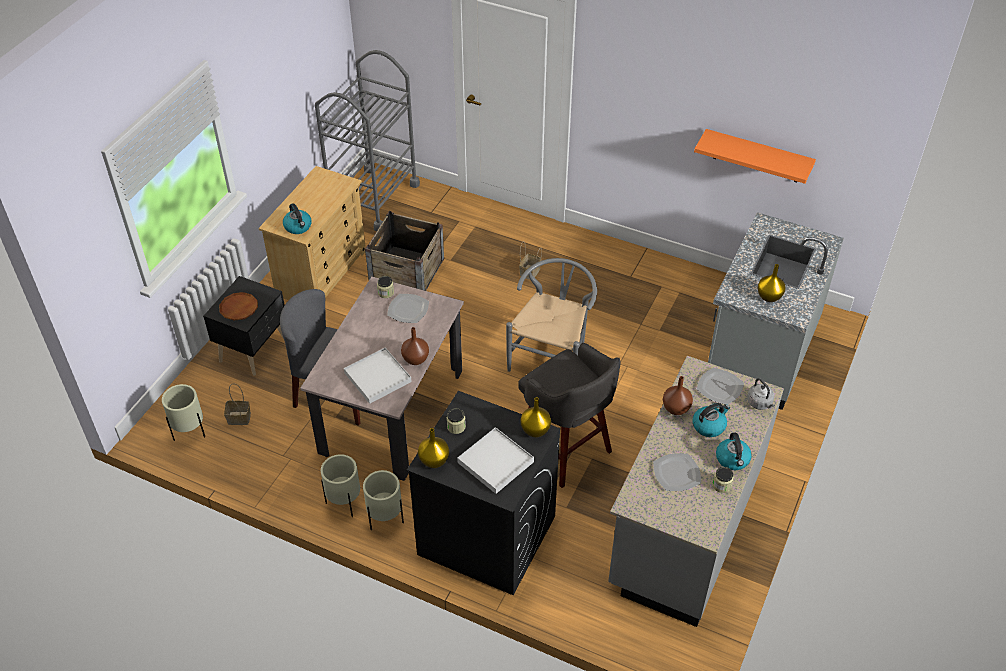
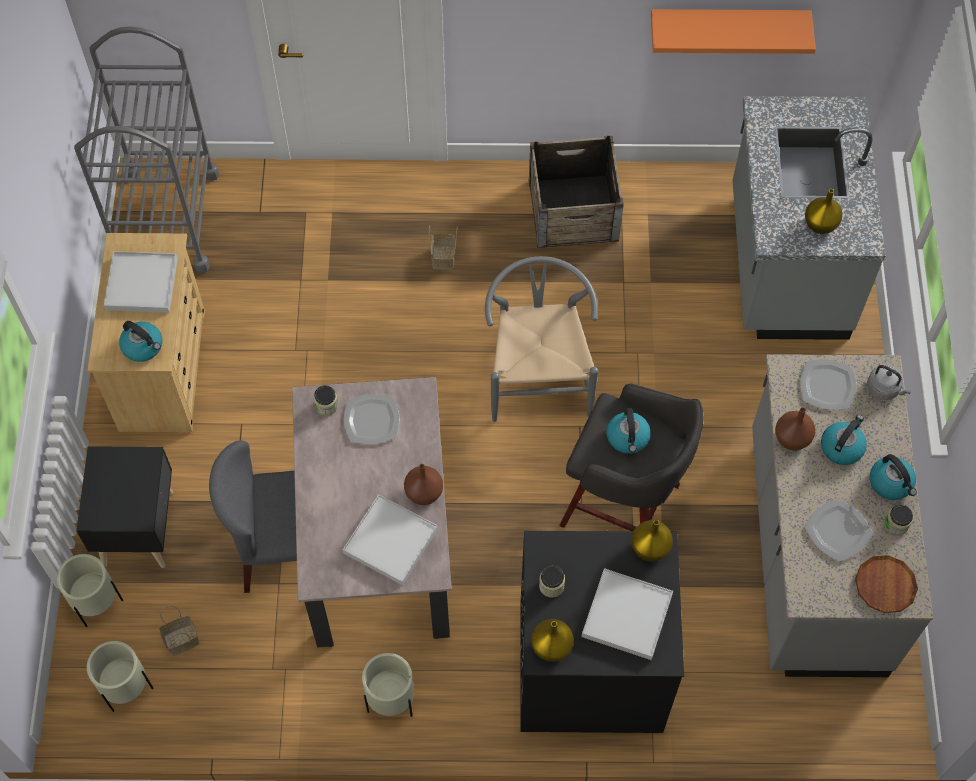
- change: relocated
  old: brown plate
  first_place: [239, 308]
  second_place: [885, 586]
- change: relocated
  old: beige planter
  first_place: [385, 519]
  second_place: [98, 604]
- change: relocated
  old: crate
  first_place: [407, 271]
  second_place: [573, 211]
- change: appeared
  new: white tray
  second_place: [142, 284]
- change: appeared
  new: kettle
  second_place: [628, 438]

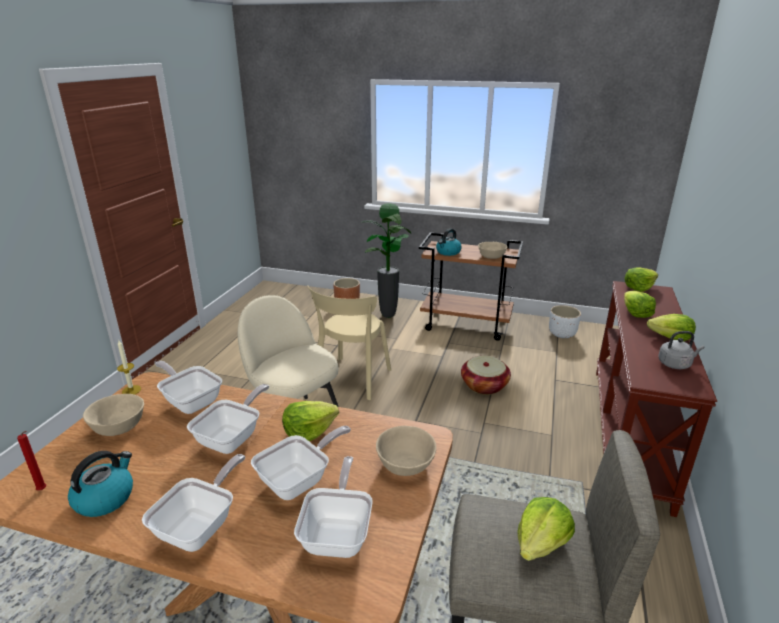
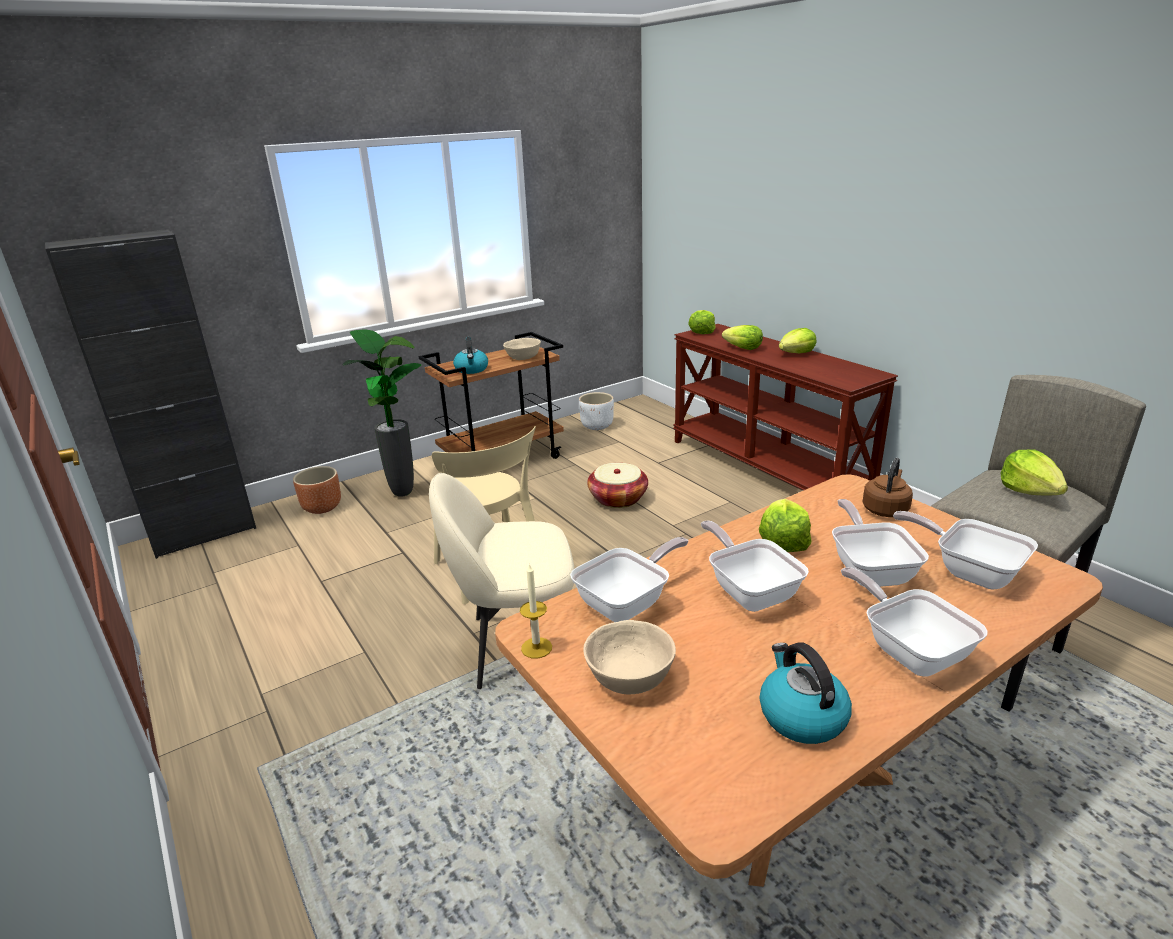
- change: missing
  old: red candle
  first_place: [43, 490]
- change: spun
  old: frying pan
  first_place: [190, 401]
  second_place: [628, 603]
  degrees: 150
- change: exchanged
  old: beige bowl
  new: brown kettle
  first_place: [406, 464]
  second_place: [885, 509]
- change: missing
  old: grey kettle
  first_place: [675, 364]
- change: appeared
  new: black cabinet
  second_place: [204, 534]

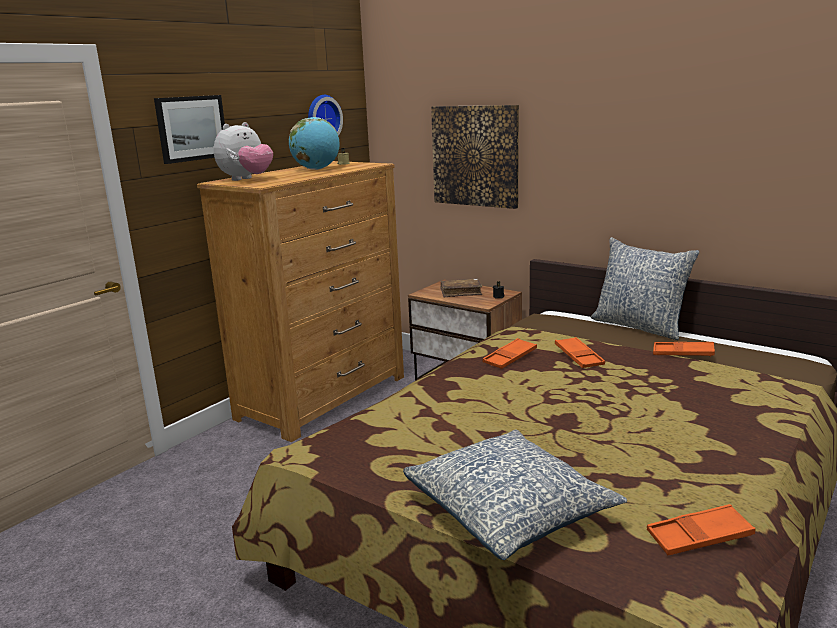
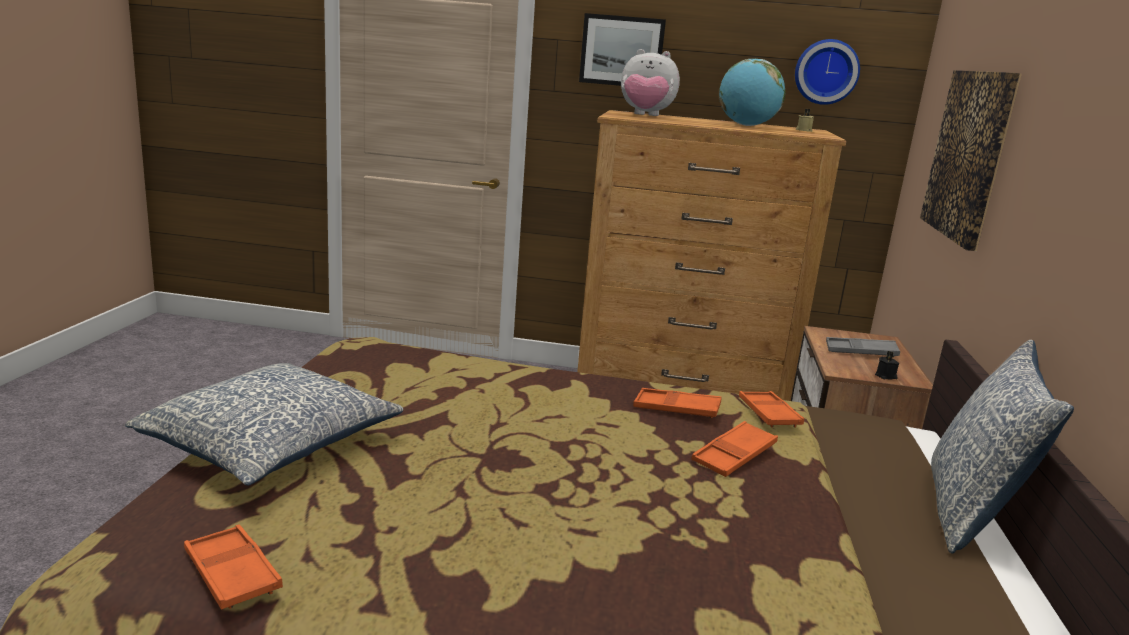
- change: exchanged
  old: brown book
  new: grey tray
  first_place: [461, 293]
  second_place: [861, 352]
- change: relocated
  old: orange tray
  first_place: [683, 353]
  second_place: [768, 414]

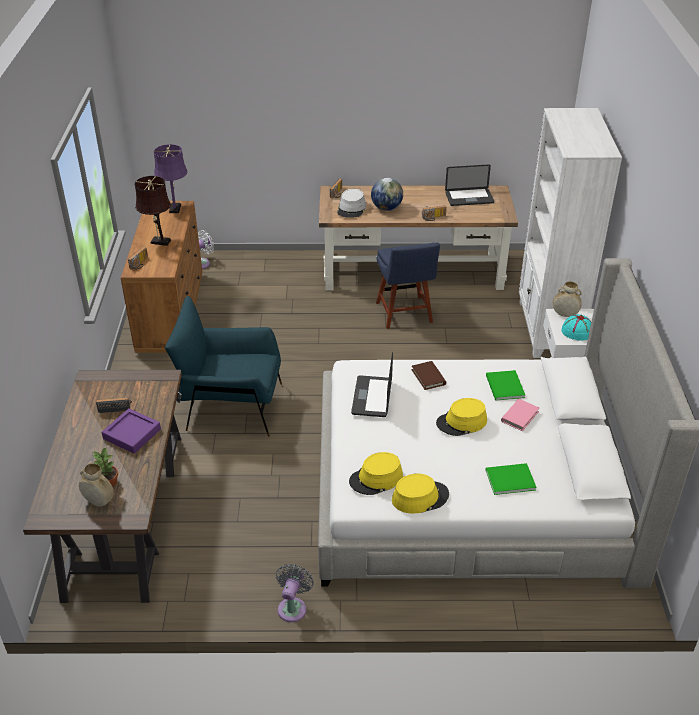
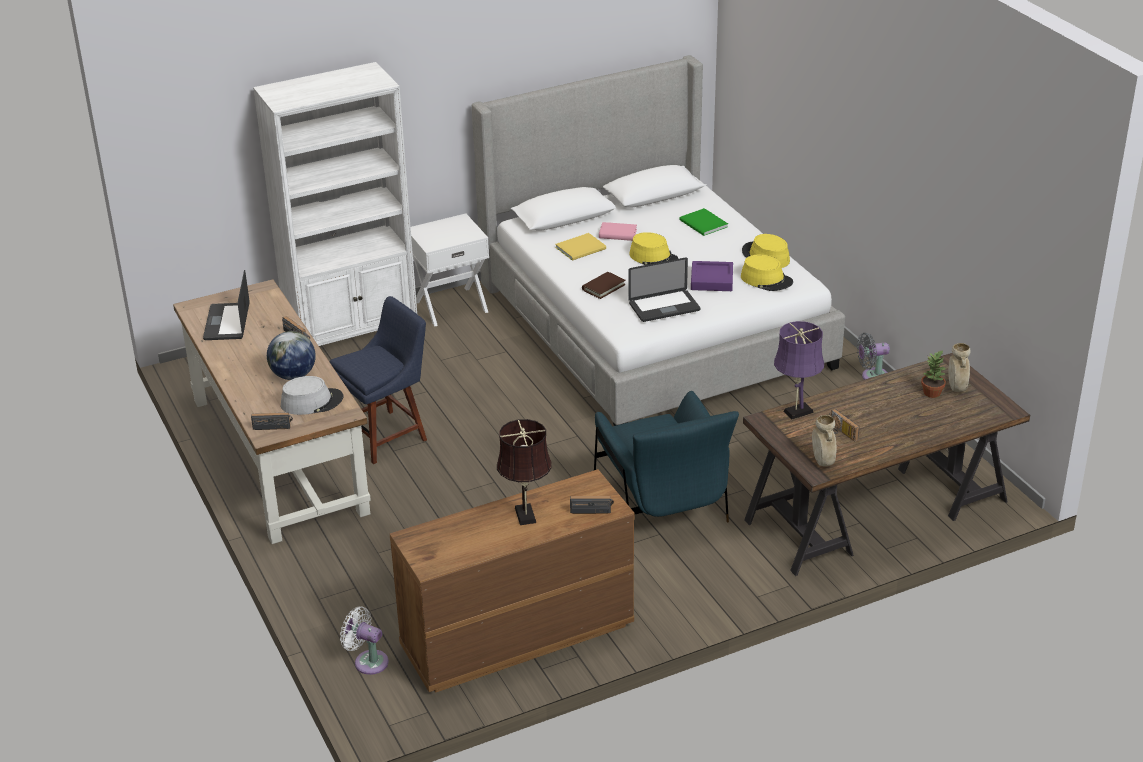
- change: relocated
  old: purple tray
  first_place: [132, 434]
  second_place: [711, 280]
- change: relocated
  old: purple table lamp
  first_place: [175, 207]
  second_place: [795, 413]
- change: spun
  old: laptop
  first_place: [469, 198]
  second_place: [227, 323]
  degrees: -150
- change: colour
  old: green book
  new: yellow book
  first_place: [504, 387]
  second_place: [582, 248]
- change: relocated
  old: beige vase
  first_place: [565, 314]
  second_place: [823, 462]
- change: missing
  old: turquoise hat
  first_place: [576, 331]

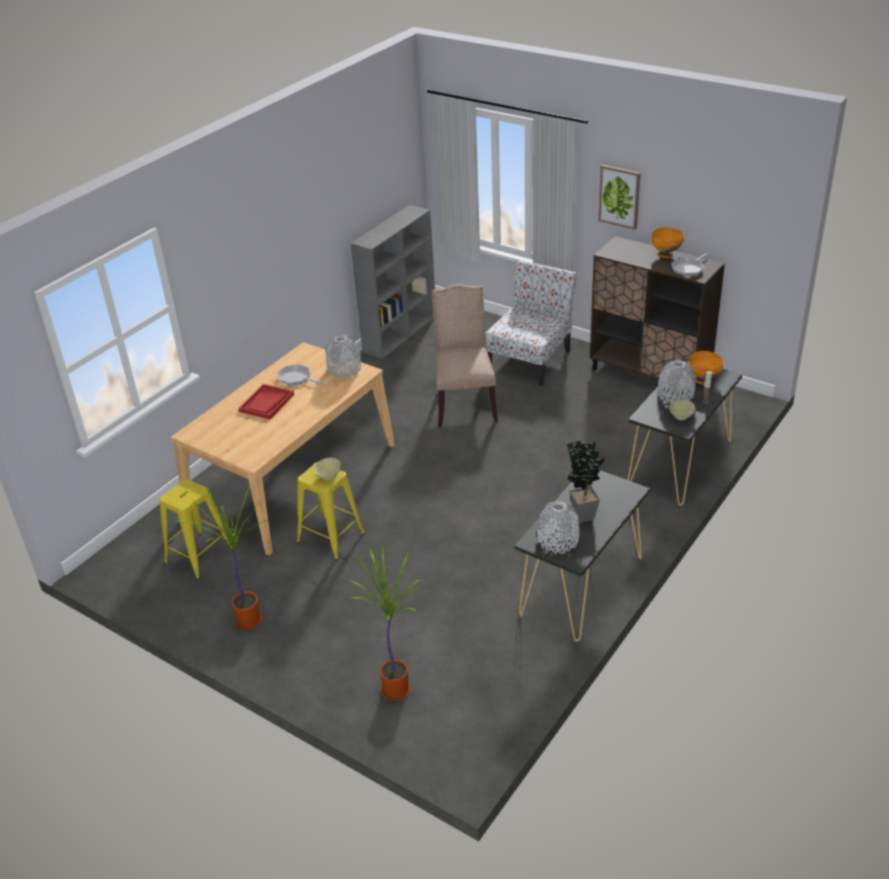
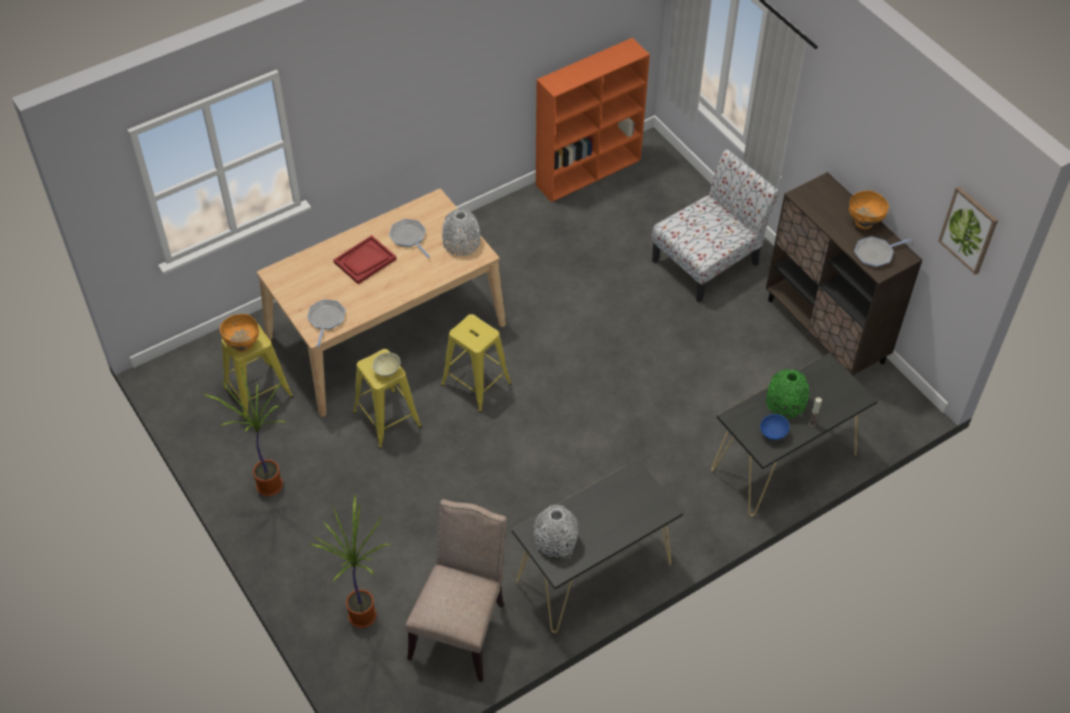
- change: colour
  old: grey bookcase
  new: orange bookcase
  first_place: [400, 333]
  second_place: [589, 171]
- change: relocated
  old: beige chair
  first_place: [464, 403]
  second_place: [461, 628]
- change: missing
  old: potted plant
  first_place: [584, 513]
- change: relocated
  old: picture
  first_place: [619, 196]
  second_place: [969, 230]
- change: colour
  old: grey vase
  new: green vase
  first_place: [675, 396]
  second_place: [785, 403]
- change: colour
  old: beige bowl
  new: blue bowl
  first_place: [680, 417]
  second_place: [772, 434]
- change: relocated
  old: orange bowl
  first_place: [703, 380]
  second_place: [243, 345]
- change: appeared
  new: frying pan
  second_place: [326, 320]
- change: appeared
  new: yellow stool
  second_place: [476, 384]

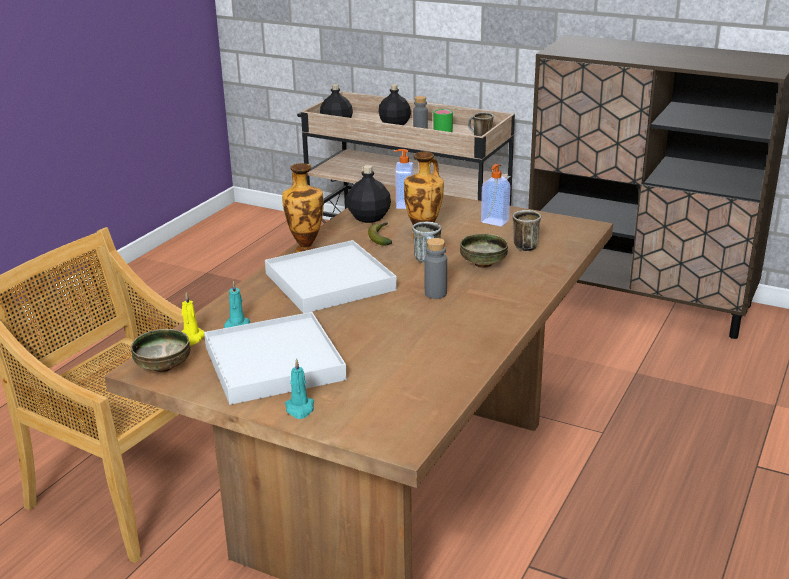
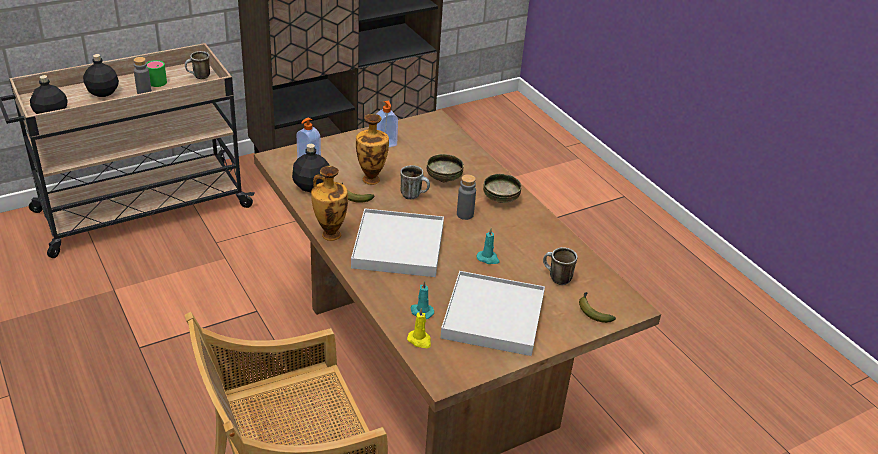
- change: relocated
  old: bowl
  first_place: [164, 367]
  second_place: [501, 199]
- change: relocated
  old: turquoise candle
  first_place: [300, 409]
  second_place: [488, 258]
- change: relocated
  old: mug
  first_place: [523, 245]
  second_place: [556, 278]
- change: appeared
  new: banana
  second_place: [592, 311]

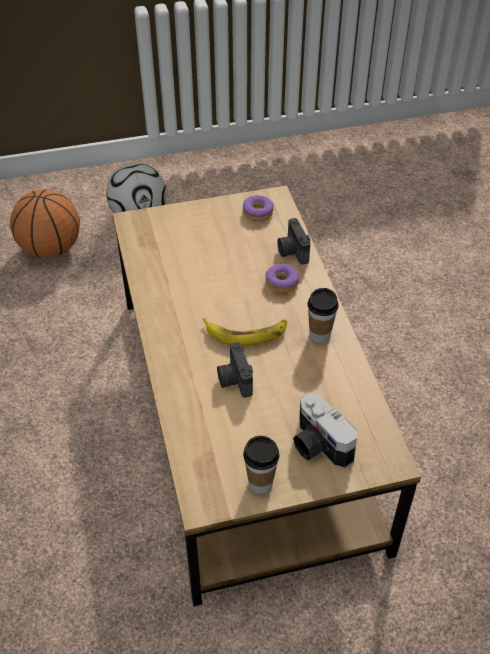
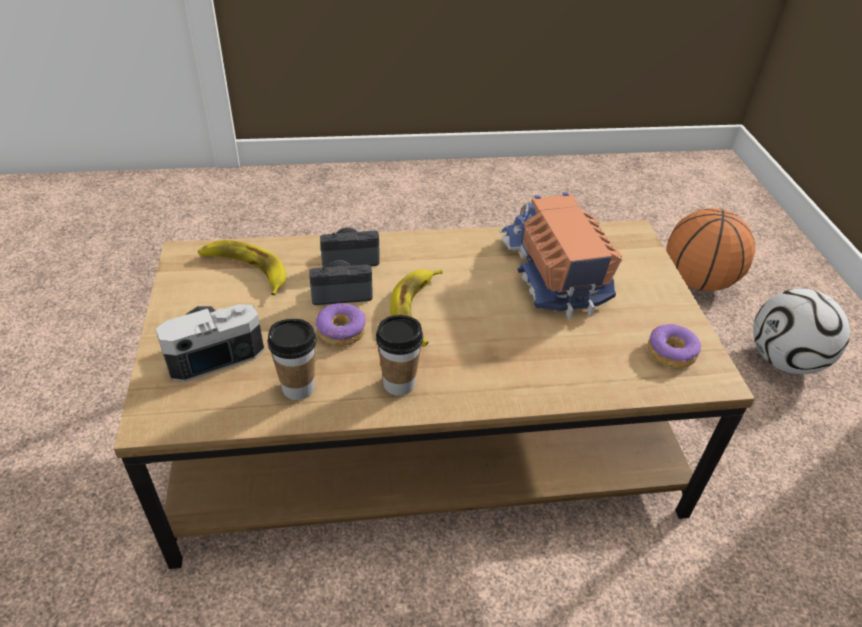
- change: relocated
  old: cup
  first_place: [260, 483]
  second_place: [298, 388]
- change: relocated
  old: donut
  first_place: [281, 282]
  second_place: [342, 331]
- change: relocated
  old: photo camera
  first_place: [292, 252]
  second_place: [350, 258]
- change: appeared
  new: banana
  second_place: [245, 270]
- change: appeared
  new: toy truck
  second_place: [551, 273]

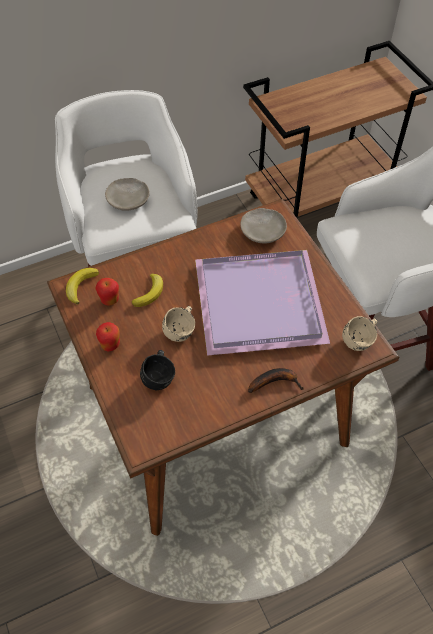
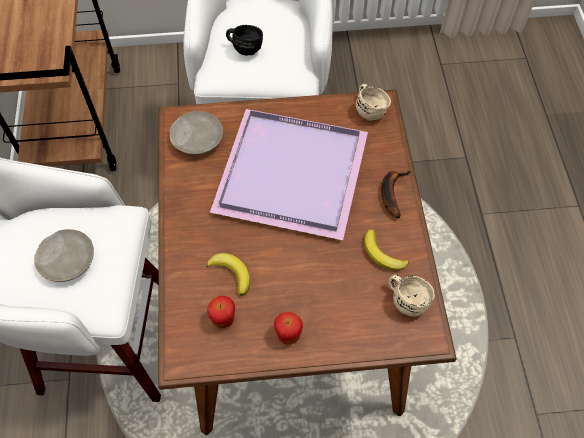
- change: relocated
  old: banana
  first_place: [80, 286]
  second_place: [382, 254]
- change: relocated
  old: black mug
  first_place: [160, 377]
  second_place: [245, 47]
- change: relocated
  old: beige mug
  first_place: [182, 331]
  second_place: [407, 299]

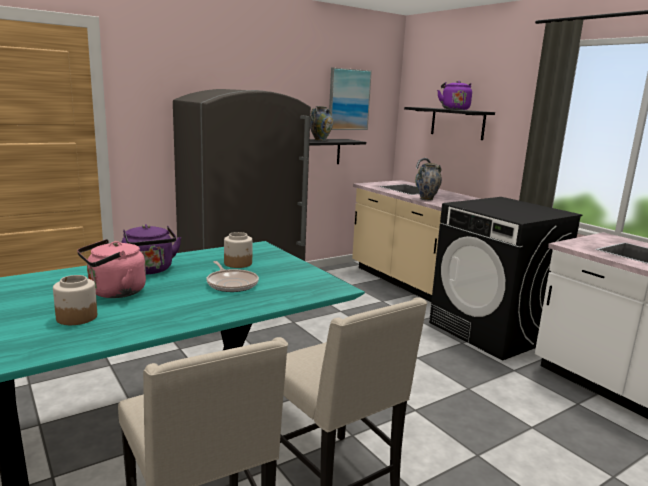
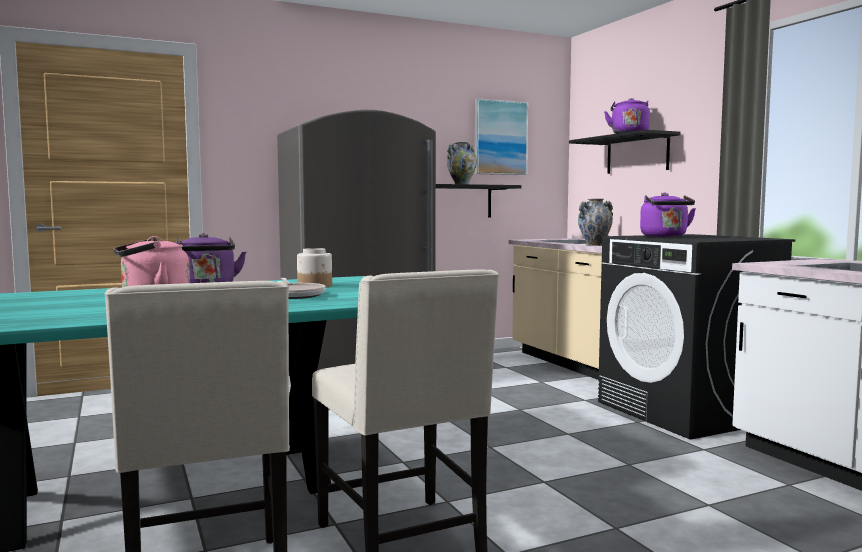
- change: missing
  old: jar
  first_place: [76, 317]
- change: appeared
  new: purple kettle
  second_place: [665, 236]

